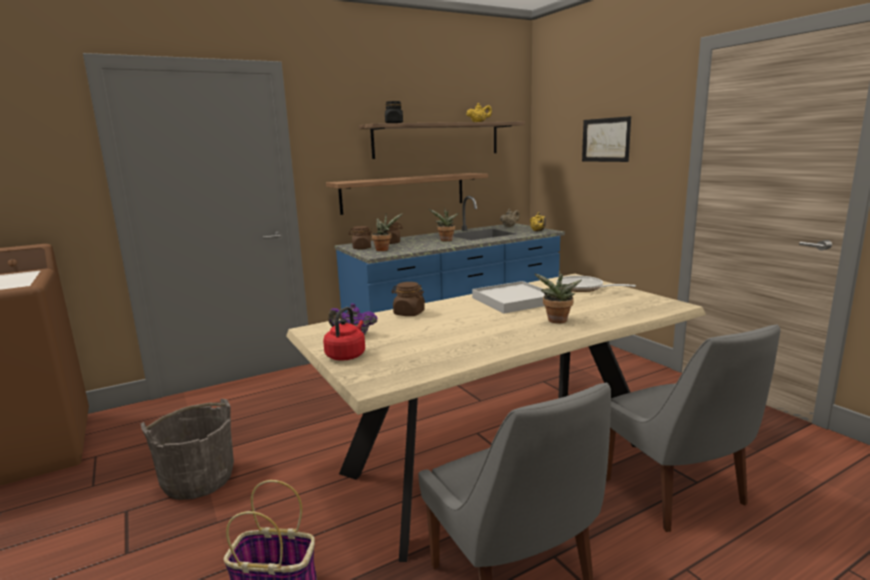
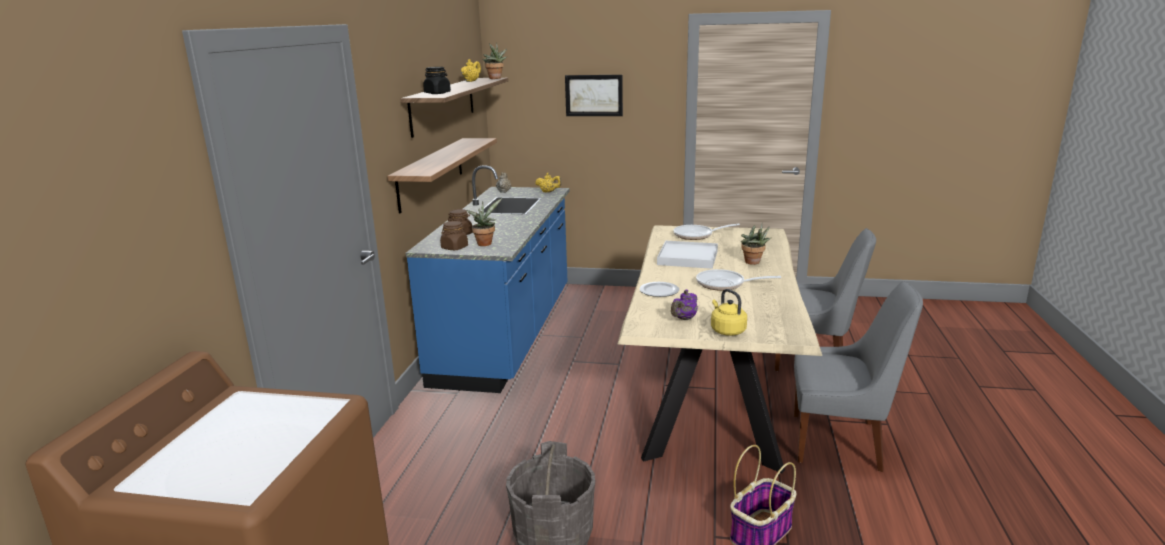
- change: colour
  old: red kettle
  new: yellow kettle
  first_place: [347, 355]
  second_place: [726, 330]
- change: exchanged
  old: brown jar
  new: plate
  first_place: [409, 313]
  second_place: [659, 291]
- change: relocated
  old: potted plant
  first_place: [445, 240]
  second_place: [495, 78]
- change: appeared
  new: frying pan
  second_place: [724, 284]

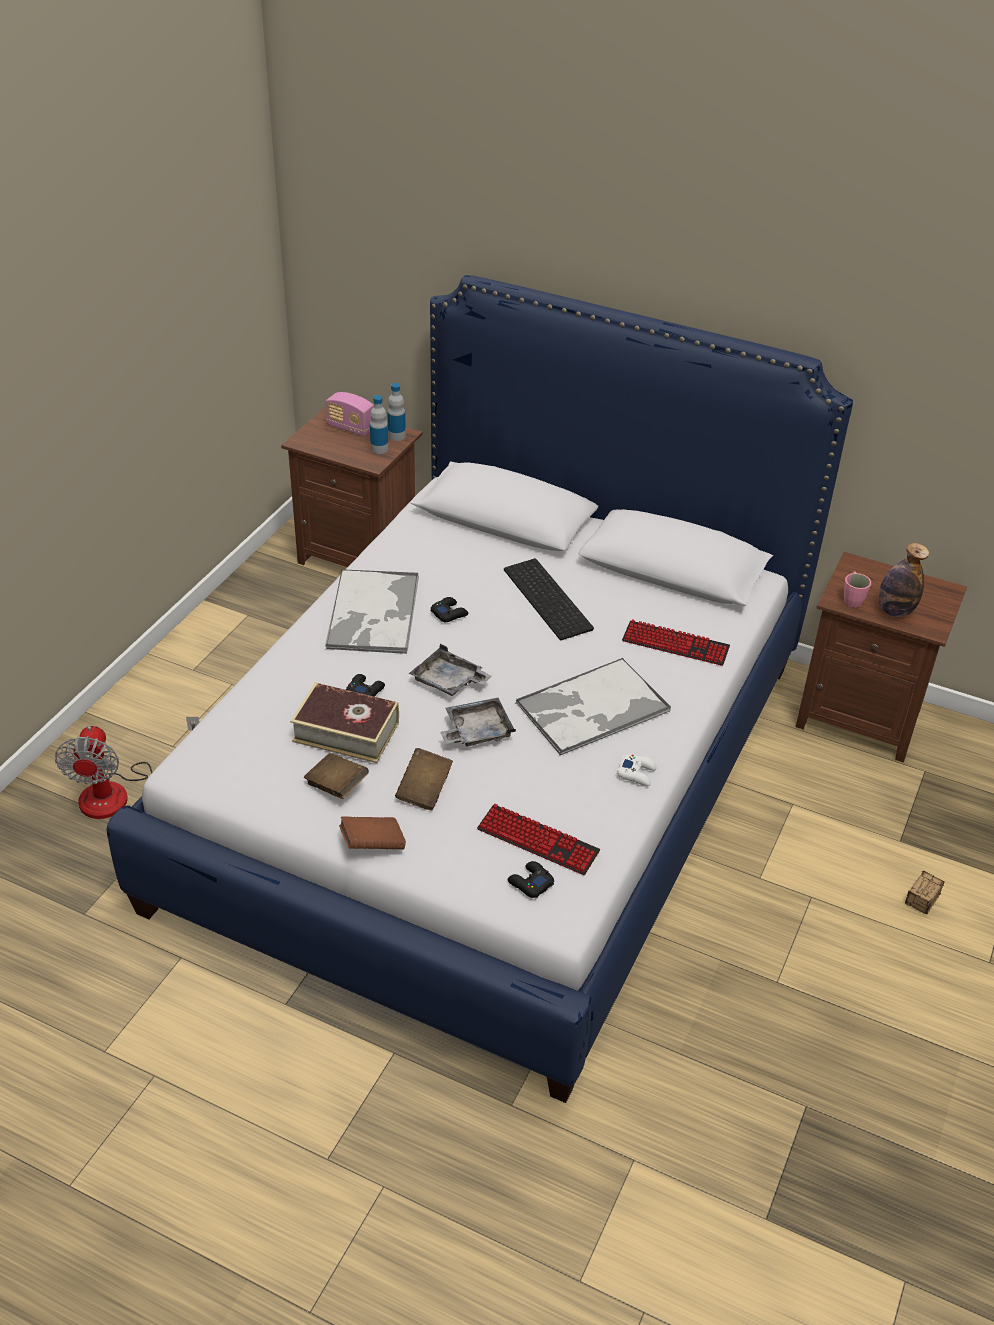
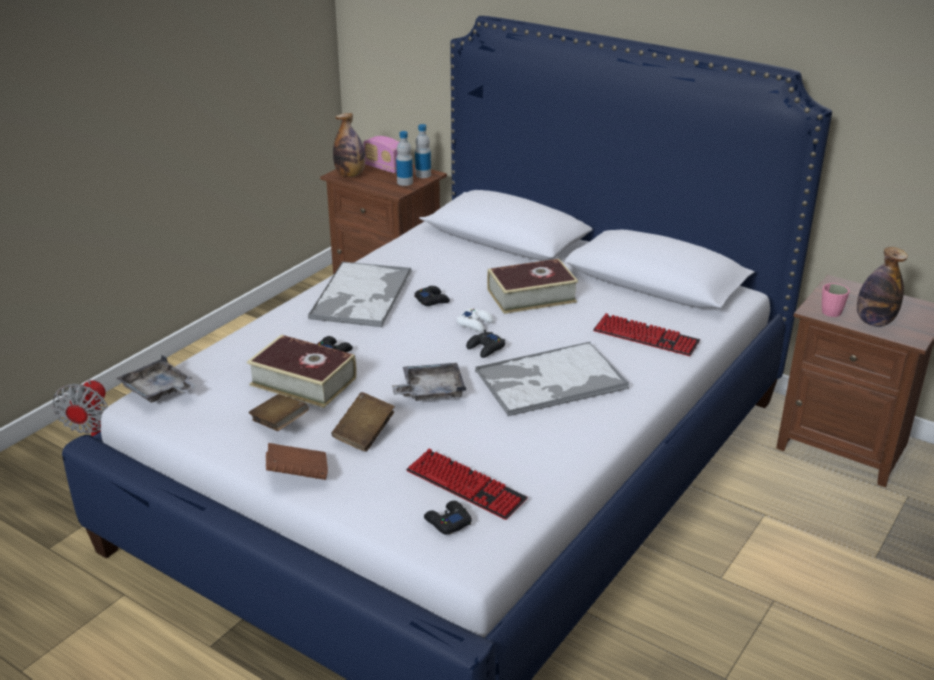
- change: relocated
  old: grey tray
  first_place: [449, 681]
  second_place: [158, 391]
- change: exchanged
  old: keyboard
  new: book
  first_place: [550, 599]
  second_place: [531, 296]
- change: relocated
  old: white game controller
  first_place: [636, 773]
  second_place: [475, 324]
- change: missing
  old: storage box
  first_place: [912, 913]
- change: appeared
  new: bottle
  second_place: [350, 175]
- change: appeared
  new: black game controller
  second_place: [485, 348]

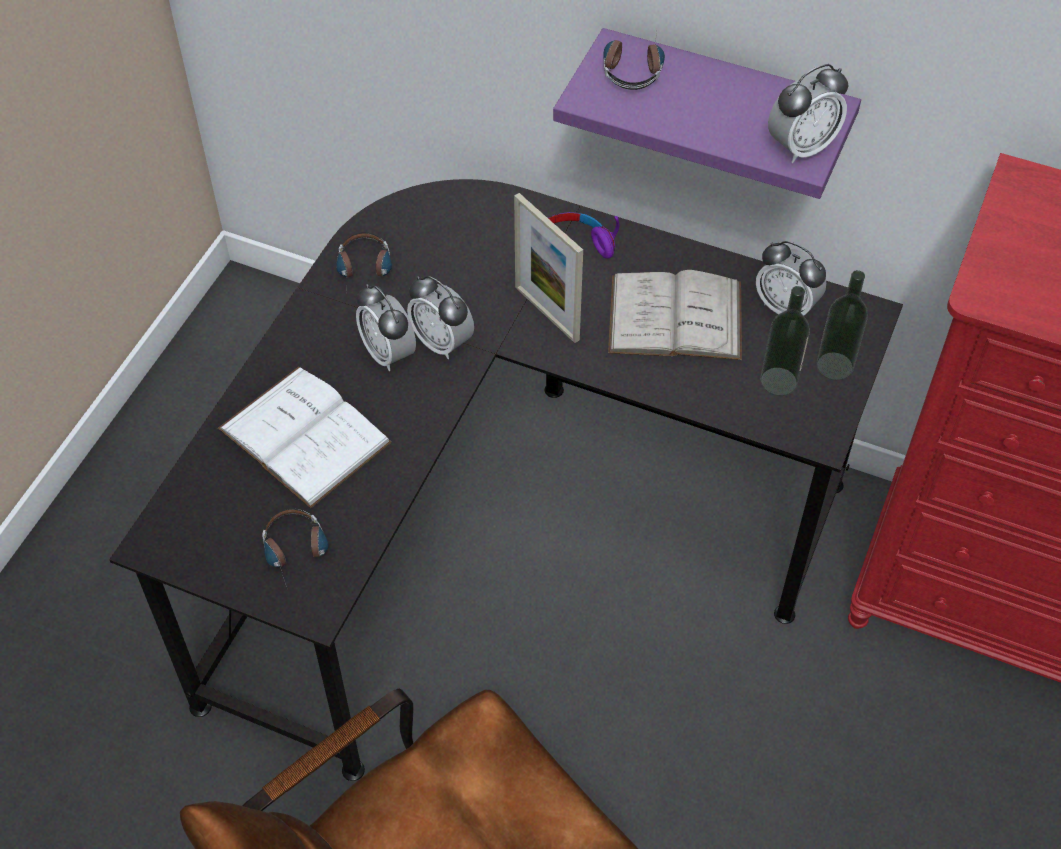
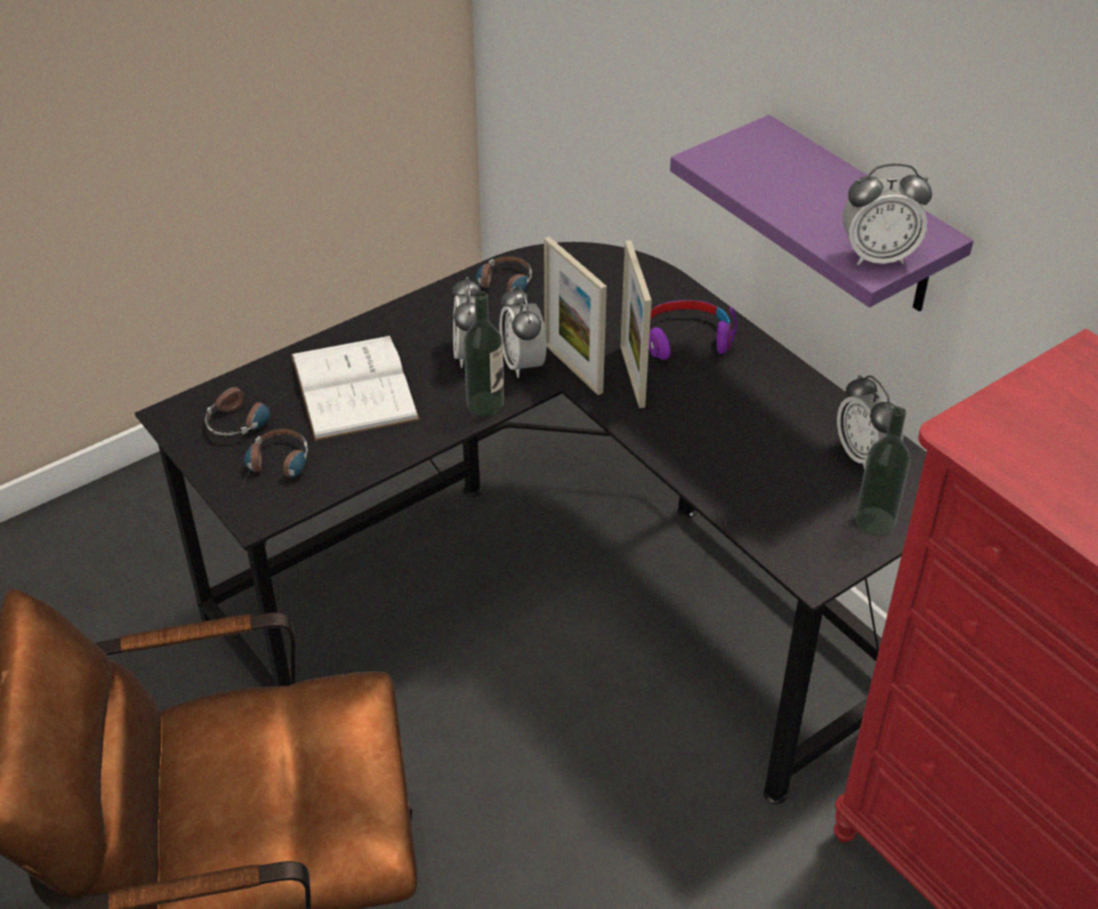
- change: relocated
  old: headphones
  first_place: [632, 67]
  second_place: [245, 417]
- change: missing
  old: white book
  first_place: [675, 317]
- change: relocated
  old: bottle
  first_place: [778, 381]
  second_place: [485, 404]
- change: appeared
  new: picture frame
  second_place: [573, 368]

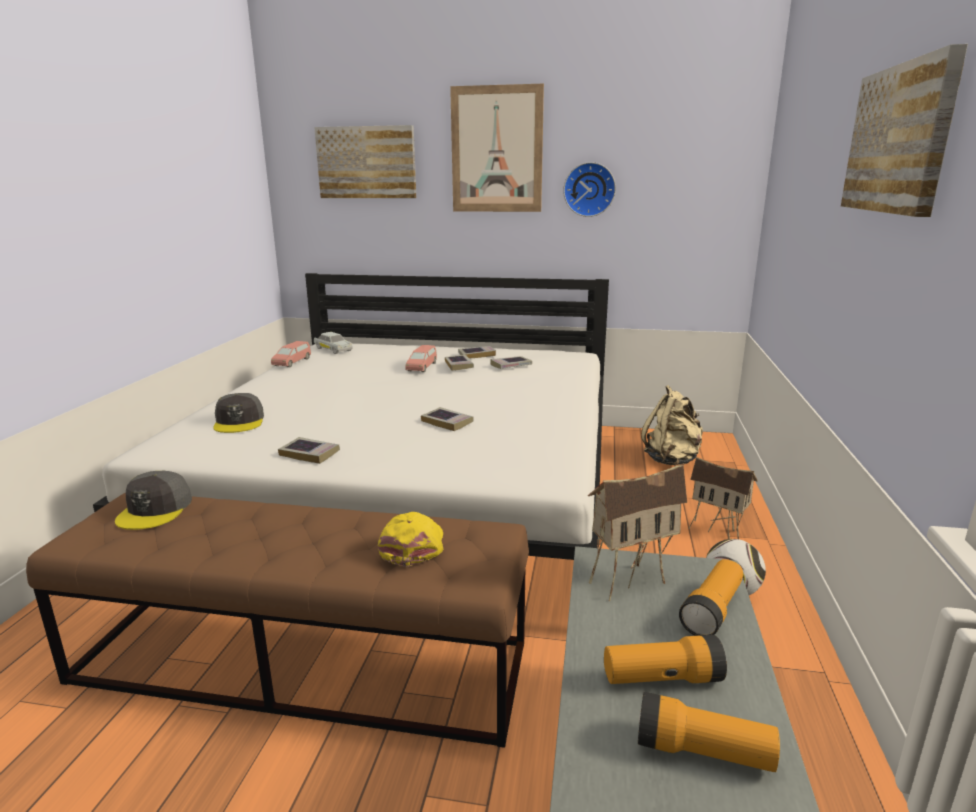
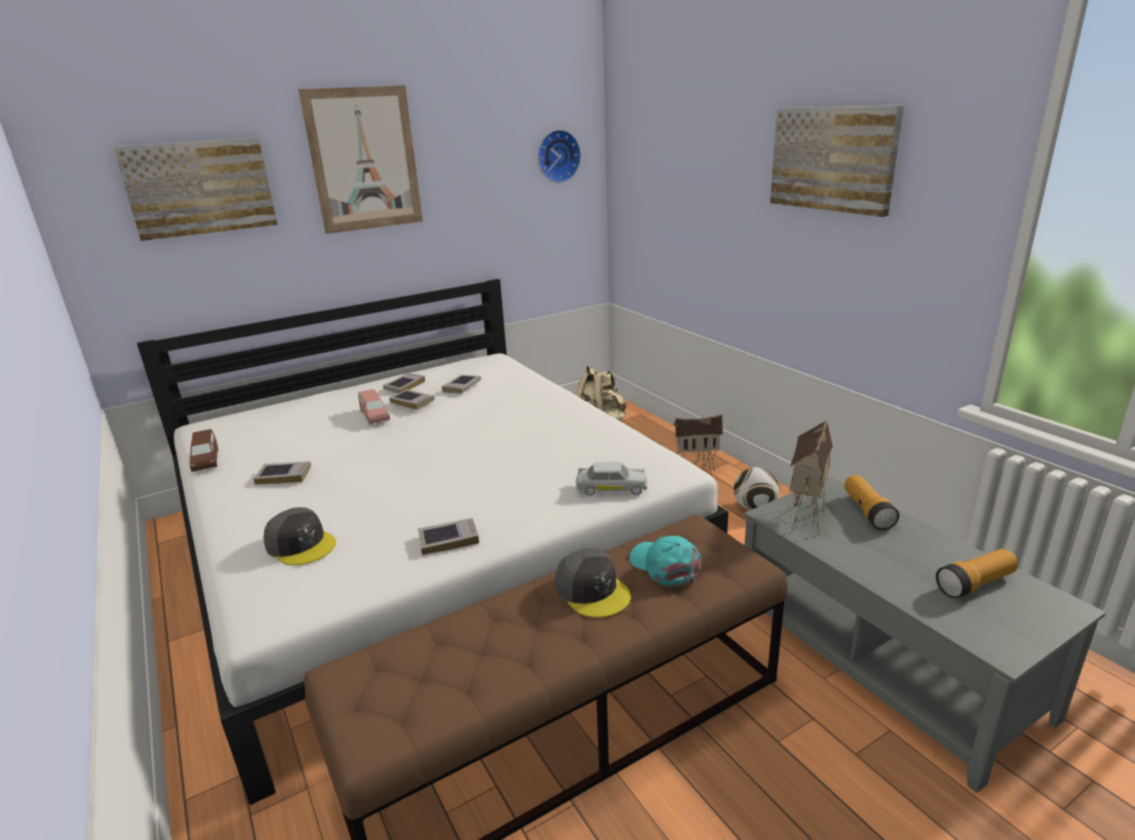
- change: relocated
  old: grey cap
  first_place: [155, 509]
  second_place: [592, 591]
- change: colour
  old: pink toy car
  new: brown toy car
  first_place: [292, 362]
  second_place: [206, 460]
- change: relocated
  old: white toy car
  first_place: [333, 349]
  second_place: [611, 488]
- change: colour
  old: yellow cap
  new: turquoise cap
  first_place: [413, 545]
  second_place: [665, 566]
- change: relocated
  old: book
  first_place: [447, 422]
  second_place: [284, 476]
- change: relocated
  old: wall clock
  first_place: [589, 189]
  second_place: [557, 156]
- change: missing
  old: flashlight
  first_place: [661, 678]

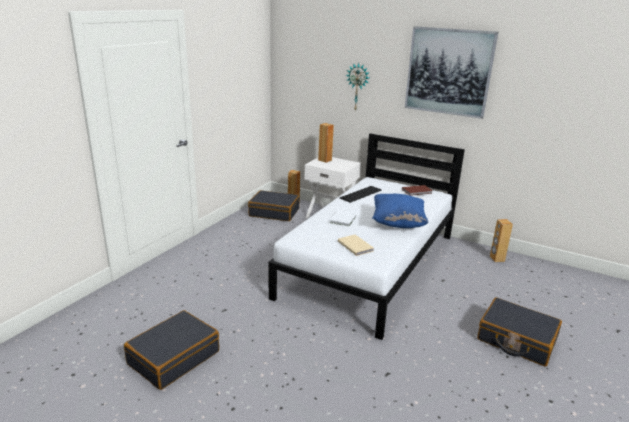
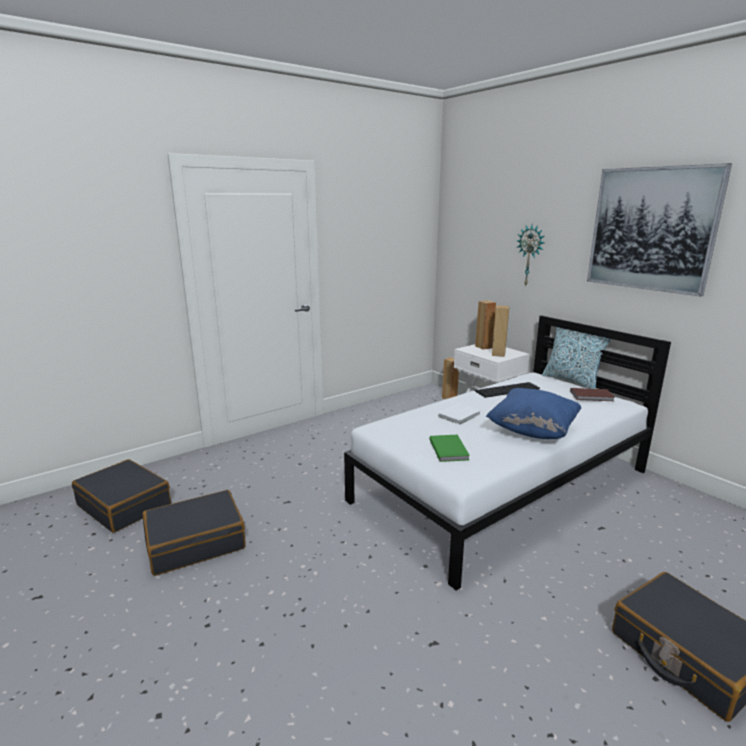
- change: relocated
  old: black suitcase
  first_place: [274, 212]
  second_place: [125, 505]
- change: colour
  old: beige book
  new: green book
  first_place: [355, 246]
  second_place: [449, 449]
- change: relocated
  old: brown speaker
  first_place: [496, 259]
  second_place: [498, 354]
- change: appeared
  new: pillow
  second_place: [571, 381]

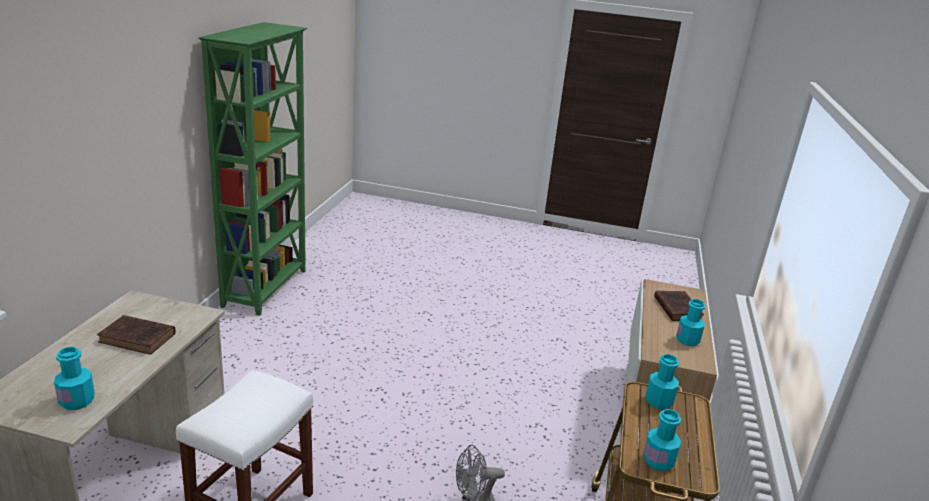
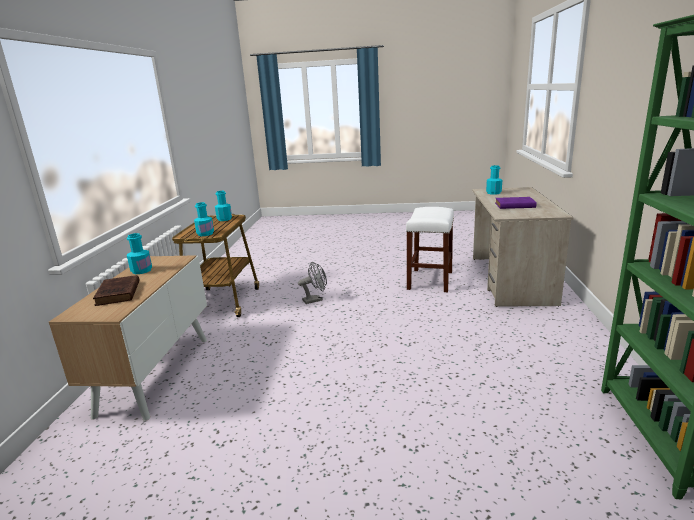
- change: colour
  old: brown book
  new: purple book
  first_place: [139, 338]
  second_place: [513, 205]

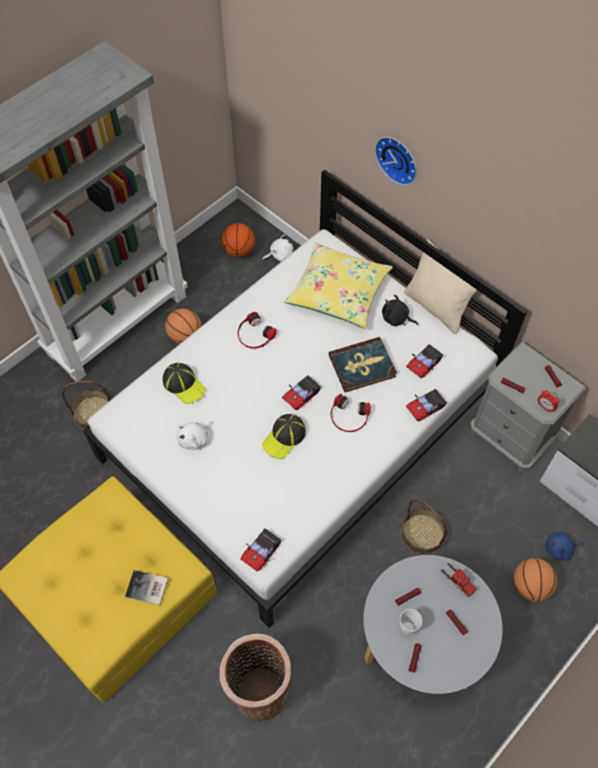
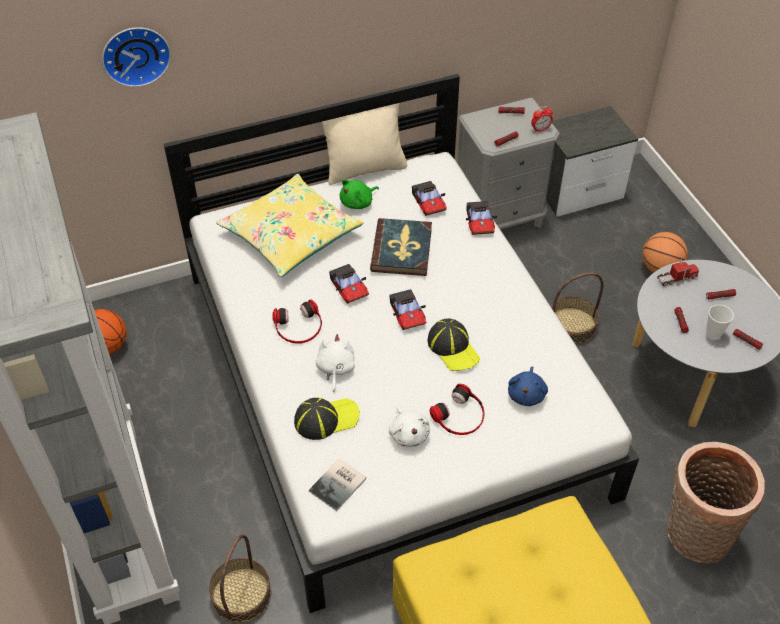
- change: relocated
  old: book
  first_place: [147, 589]
  second_place: [339, 485]
- change: missing
  old: basketball
  first_place: [185, 336]
- change: relocated
  old: toy car
  first_place: [261, 552]
  second_place: [349, 287]
- change: relocated
  old: white plush toy
  first_place: [280, 255]
  second_place: [335, 369]
- change: relocated
  old: headphones
  first_place: [349, 416]
  second_place: [460, 416]
- change: relocated
  old: wall clock
  first_place: [398, 158]
  second_place: [135, 54]
- change: colour
  old: black plush toy
  new: green plush toy
  first_place: [396, 318]
  second_place: [358, 202]
- change: relocated
  old: blue plush toy
  first_place: [560, 549]
  second_place: [526, 394]

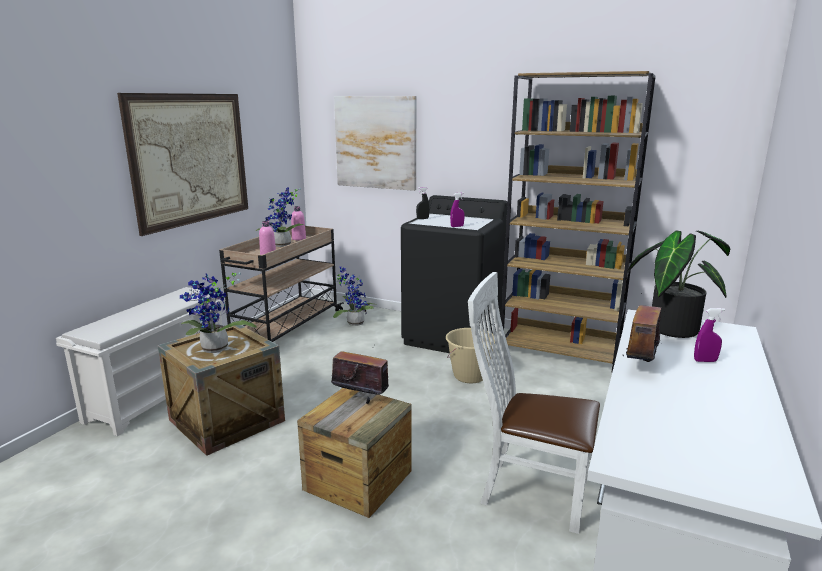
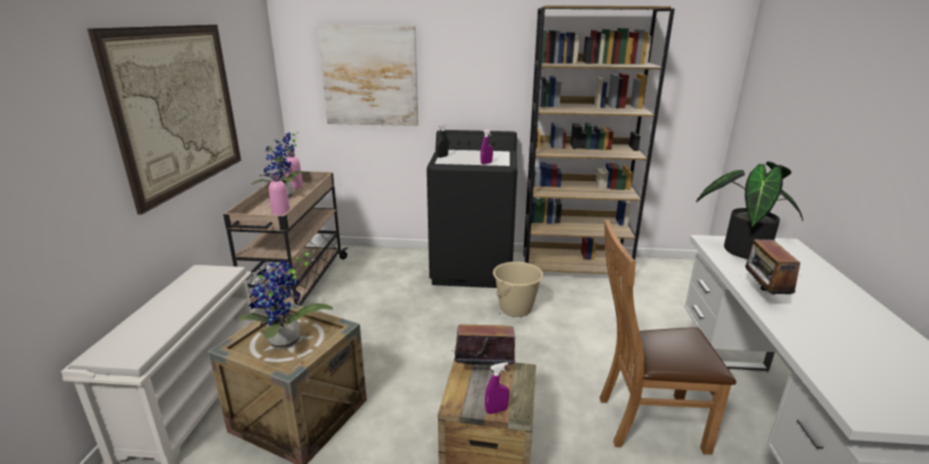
- change: missing
  old: potted plant
  first_place: [353, 322]
- change: colour
  old: white chair
  new: brown chair
  first_place: [527, 491]
  second_place: [644, 421]
- change: relocated
  old: purple spray bottle
  first_place: [705, 361]
  second_place: [496, 410]

